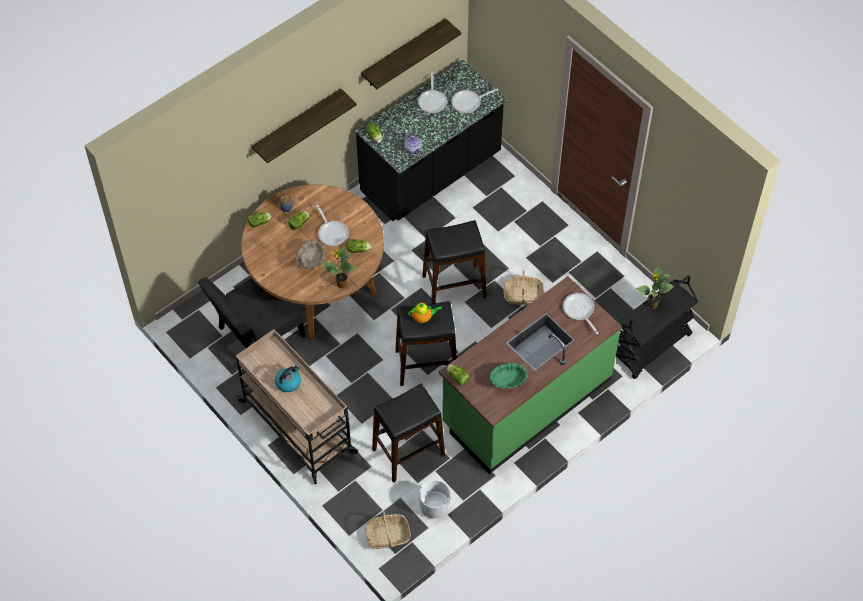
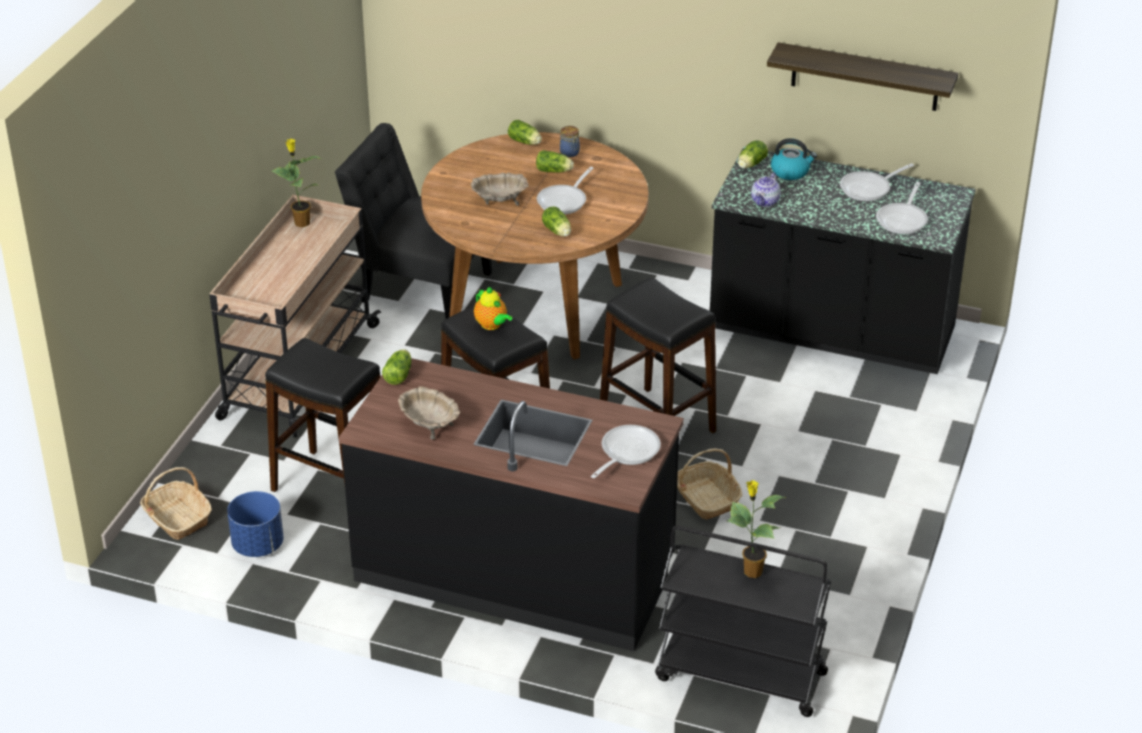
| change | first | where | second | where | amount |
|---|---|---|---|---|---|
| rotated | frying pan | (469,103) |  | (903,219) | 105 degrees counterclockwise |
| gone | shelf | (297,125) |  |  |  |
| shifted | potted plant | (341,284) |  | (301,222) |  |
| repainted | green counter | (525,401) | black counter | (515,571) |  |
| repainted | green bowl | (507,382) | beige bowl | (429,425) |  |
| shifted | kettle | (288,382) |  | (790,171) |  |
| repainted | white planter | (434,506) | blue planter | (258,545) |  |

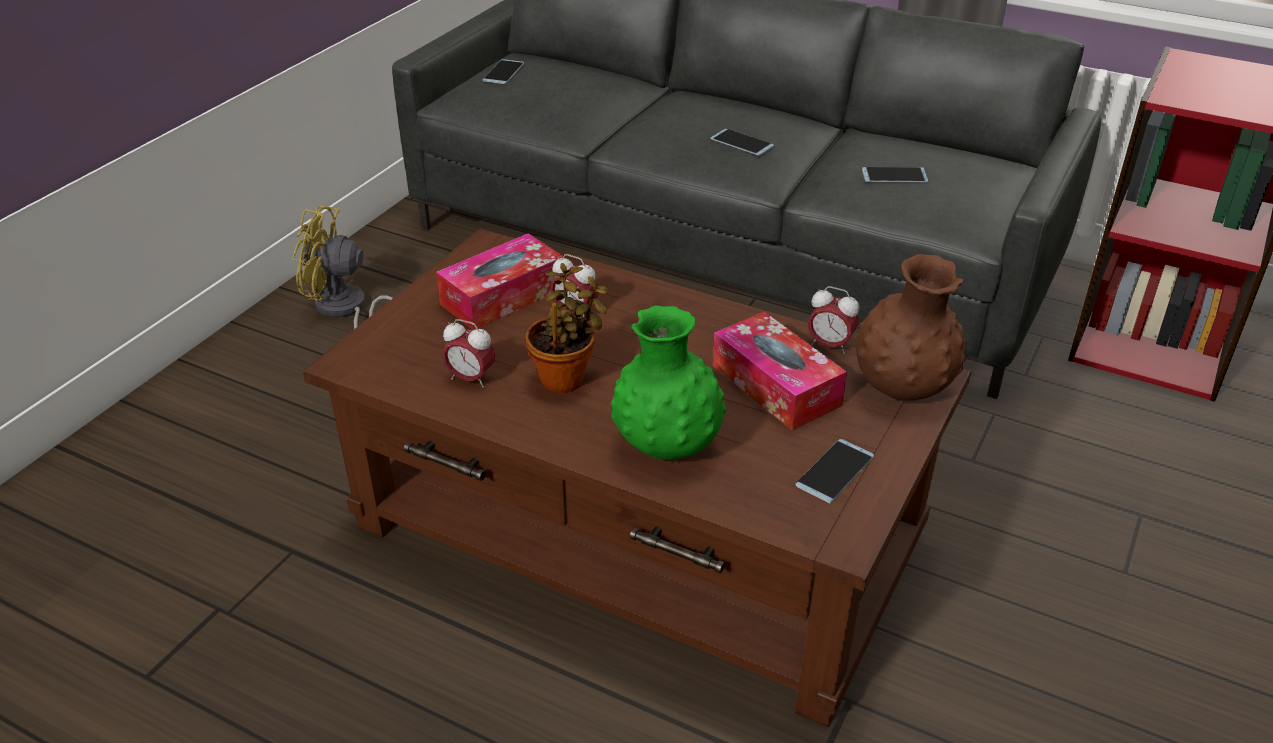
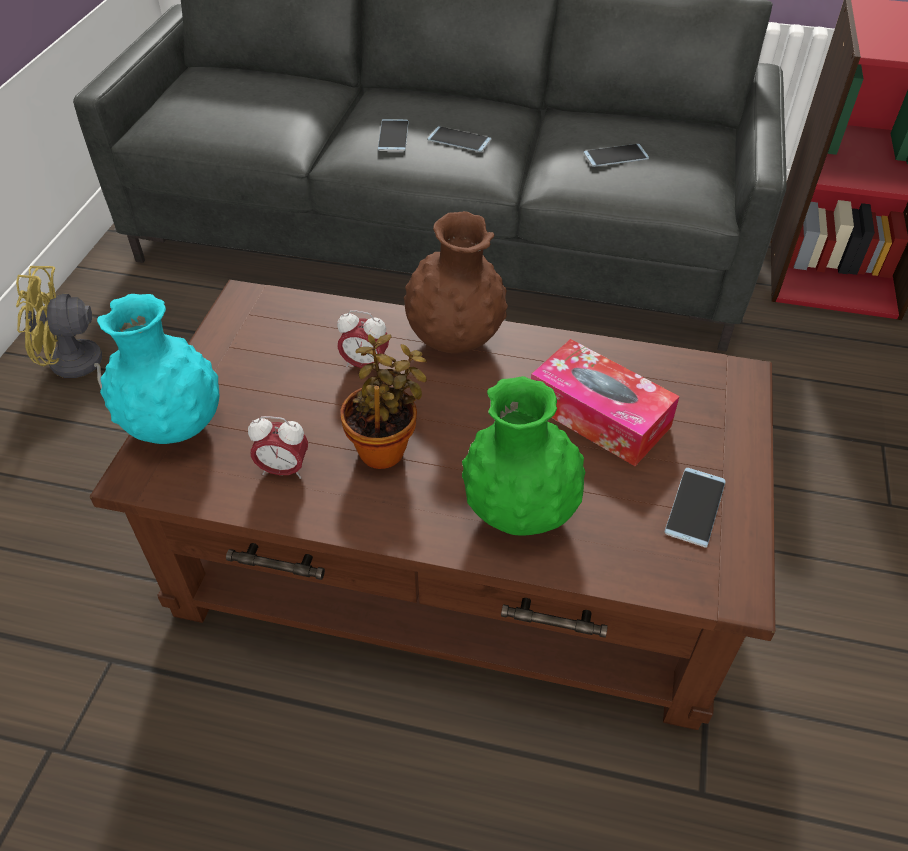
| change | first | where | second | where | amount |
|---|---|---|---|---|---|
| shifted | phone | (503,72) |  | (393,136) |  |
| gone | tissue box | (503,296) |  |  |  |
| shifted | brown vase | (903,389) |  | (455,340) |  |
| gone | alarm clock | (830,345) |  |  |  |
| new |  |  | turquoise vase | (175,427) |  |

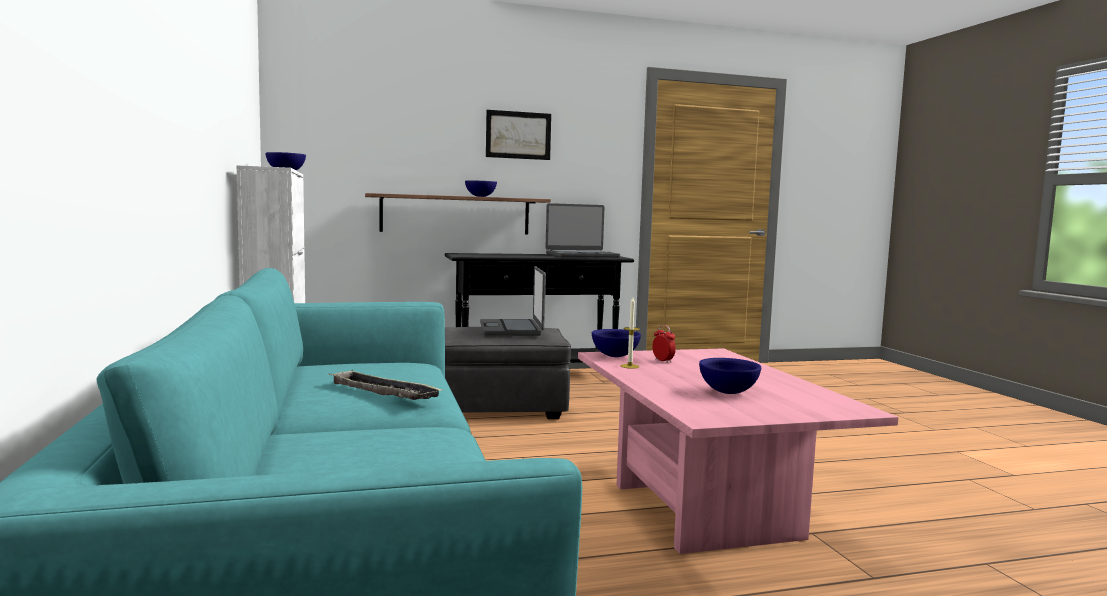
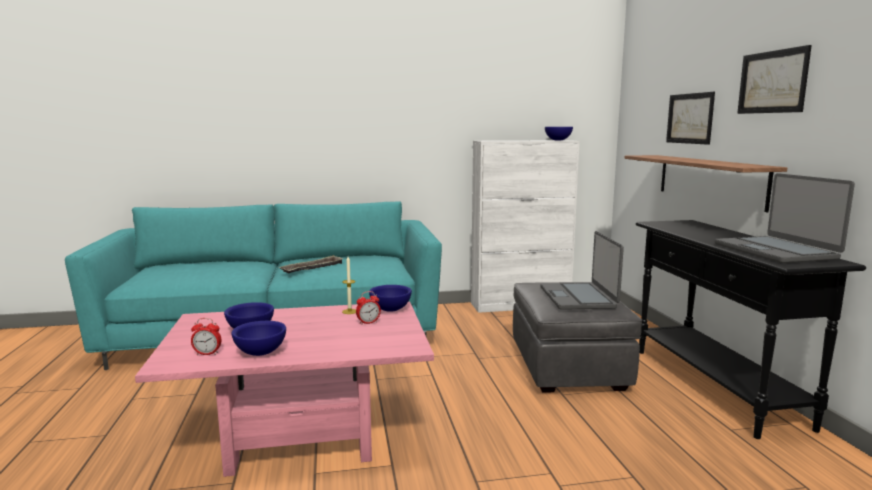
| change | first | where | second | where | amount |
|---|---|---|---|---|---|
| shifted | blue bowl | (481,196) |  | (259,353) |  |
| rotated | laptop | (511,329) |  | (578,297) | 90 degrees counterclockwise |
| new |  |  | picture | (690,118) |  |
| new |  |  | alarm clock | (207,354) |  |

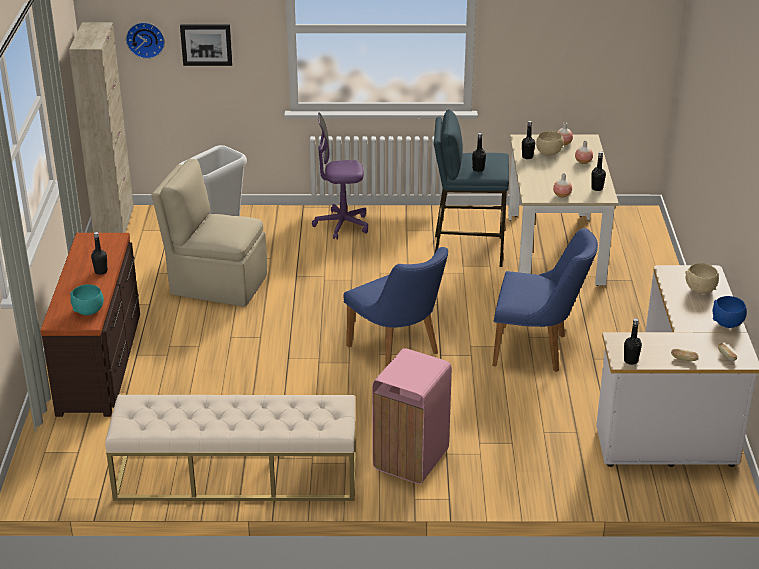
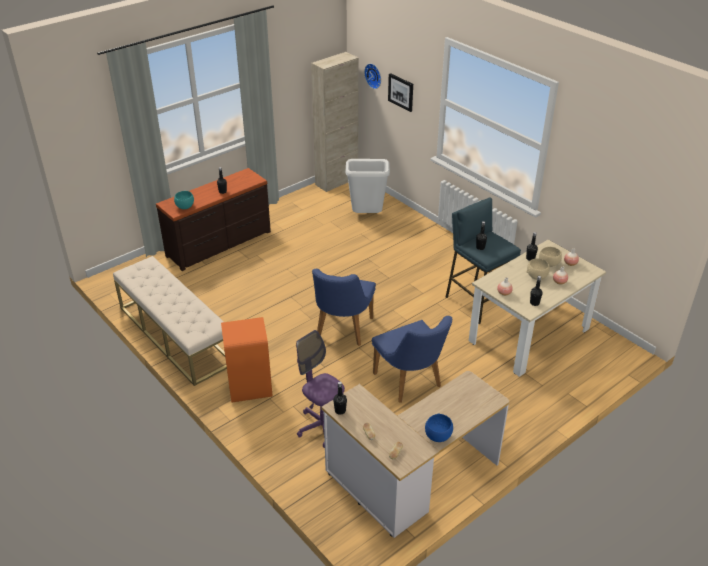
| change | first | where | second | where | amount |
|---|---|---|---|---|---|
| shifted | purple office chair | (342,225) |  | (322,427) |  |
| gone | beige chair | (216,284) |  |  |  |
| shifted | beige bowl | (701,289) |  | (537,276) |  |
| repainted | pink trash can | (410,459) | orange trash can | (249,387) |  |

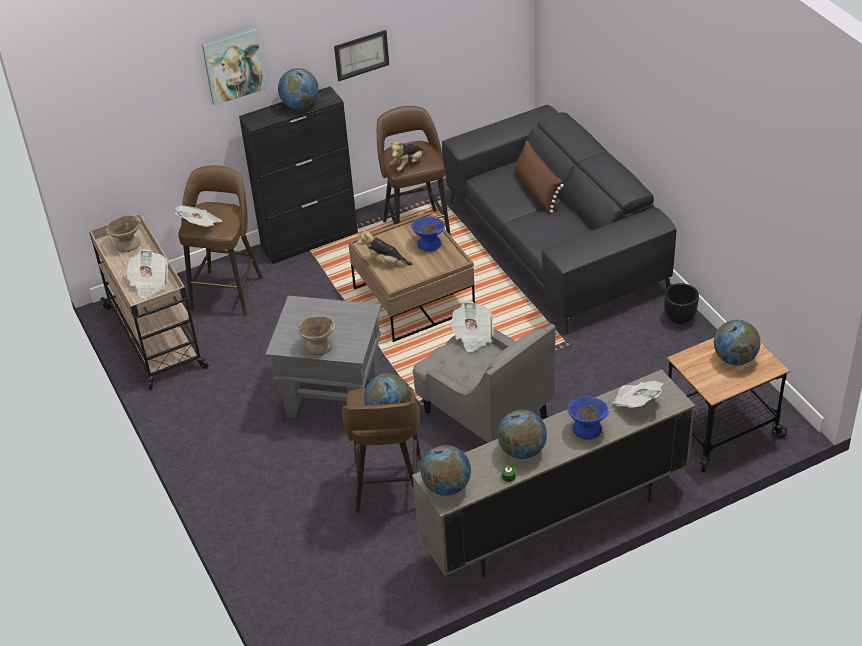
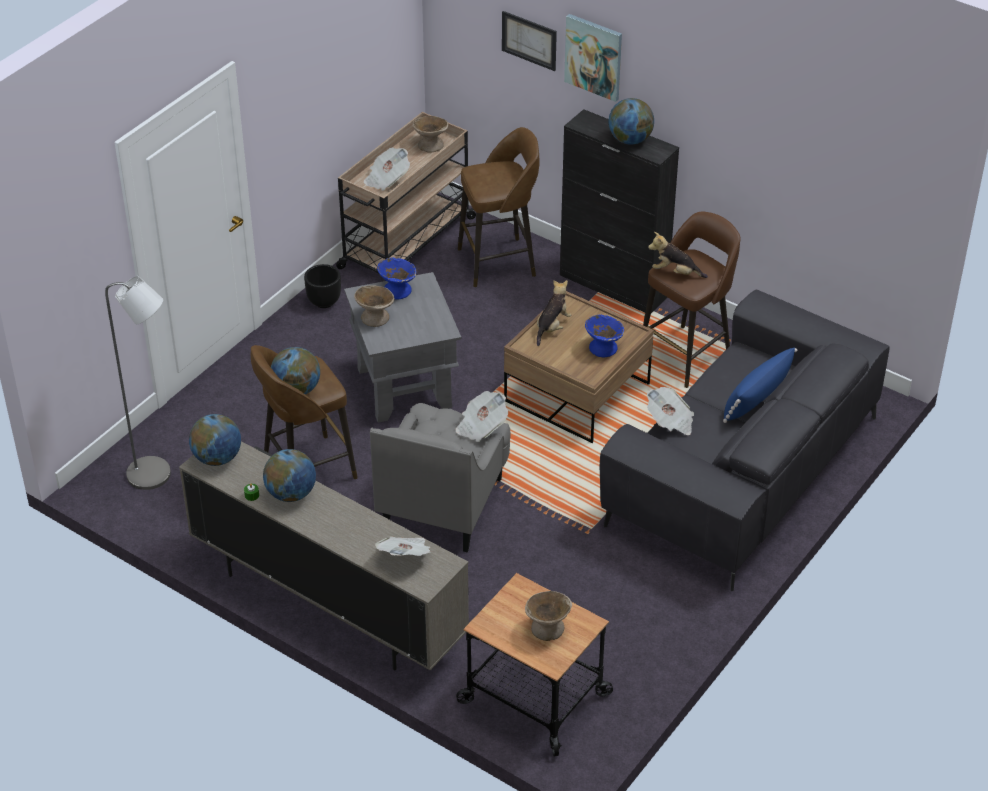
| change | first | where | second | where | amount |
|---|---|---|---|---|---|
| shifted | picture | (361,55) |  | (529,40) |  |
| repainted | brown pillow | (537,190) | blue pillow | (756,399) |  |
| shifted | newspaper | (200,225) |  | (670,421) |  |
| rotated | plush toy | (384,262) |  | (552,327) | 45 degrees clockwise |
| shifted | black planter | (680,318) |  | (324,302) |  |
| swapped | globe | (734,358) | beige bowl | (547,628) |  |
| shifted | blue bowl | (587,429) |  | (397,290) |  |
| new |  |  | grey floor lamp | (157,476) |  |

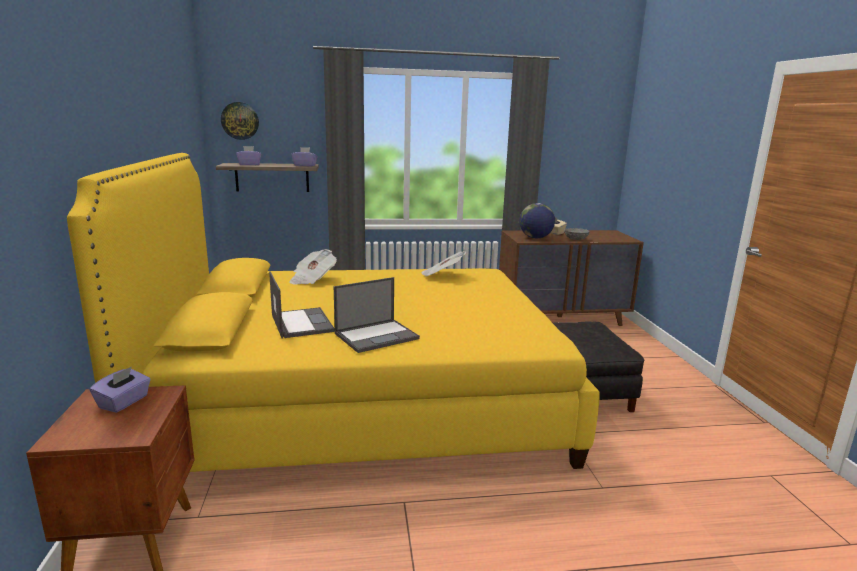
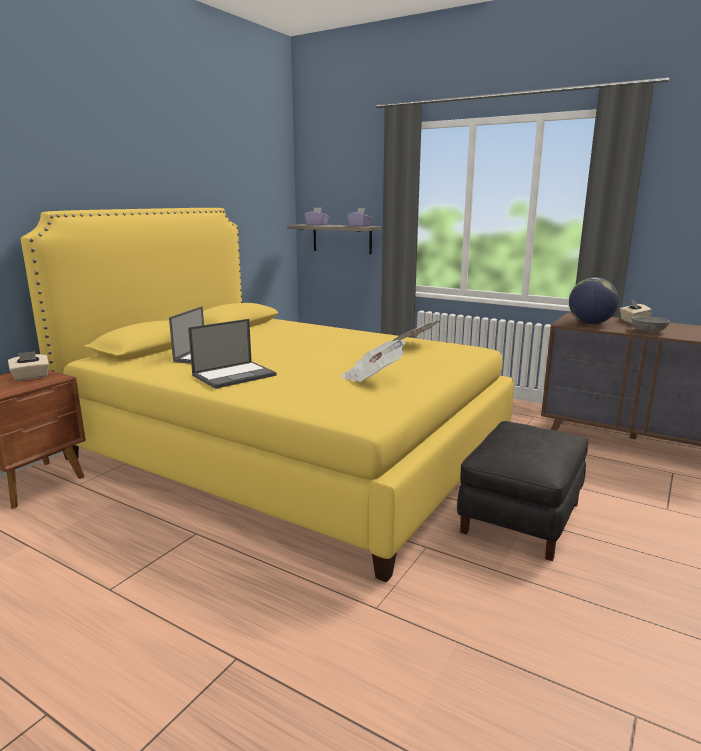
| change | first | where | second | where | amount |
|---|---|---|---|---|---|
| gone | wall clock | (240,121) |  |  |  |
| shifted | newspaper | (312,279) |  | (372,377) |  |
| rotated | laptop | (377,336) |  | (235,375) | 45 degrees counterclockwise |
| repainted | purple tissue box | (124,402) | beige tissue box | (31,377) |  |

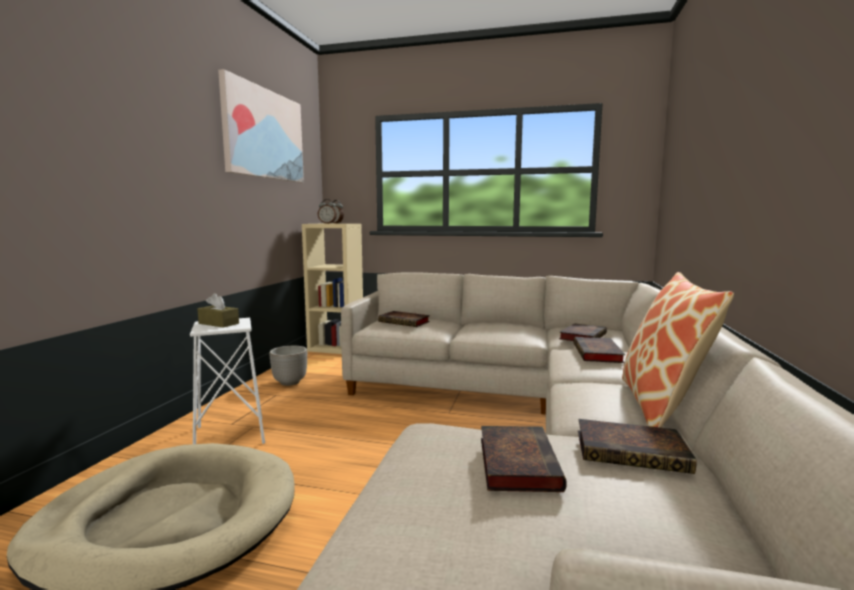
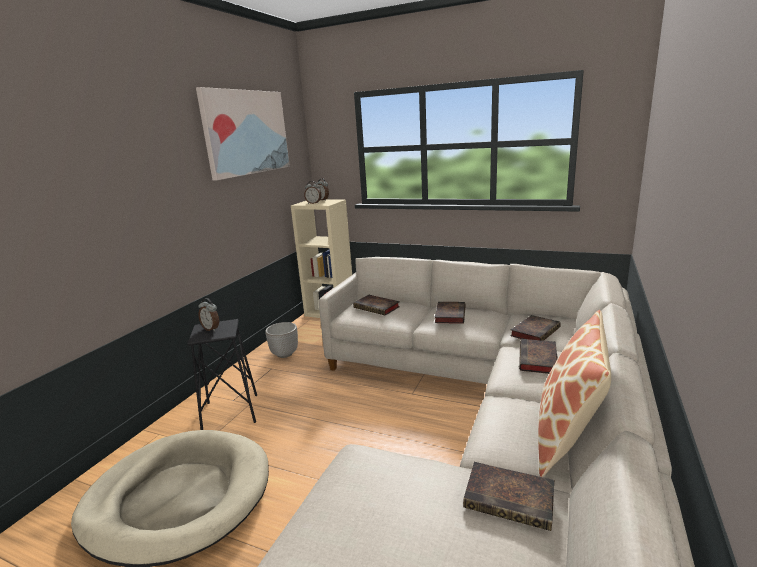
| change | first | where | second | where | amount |
|---|---|---|---|---|---|
| swapped | brown tissue box | (218,323) | alarm clock | (211,329) |  |
| repainted | white stool | (230,435) | black stool | (230,412) |  |
| shifted | book | (516,462) |  | (450,315) |  |

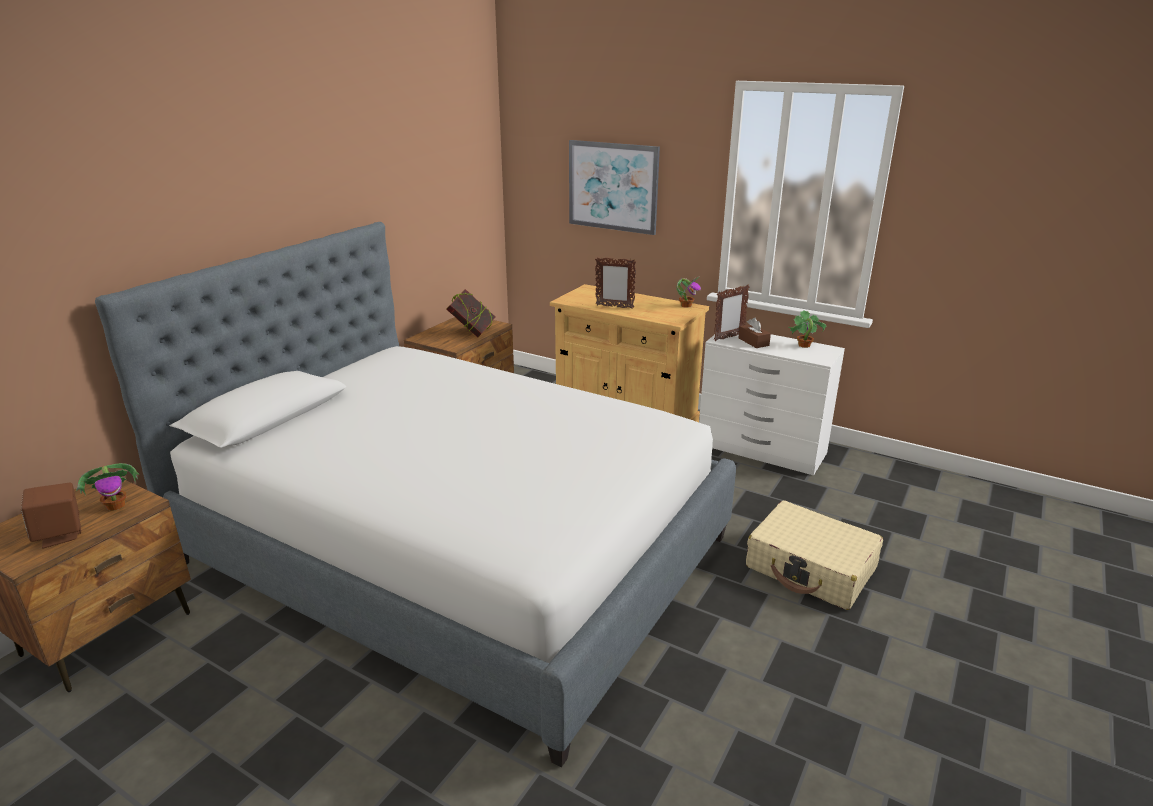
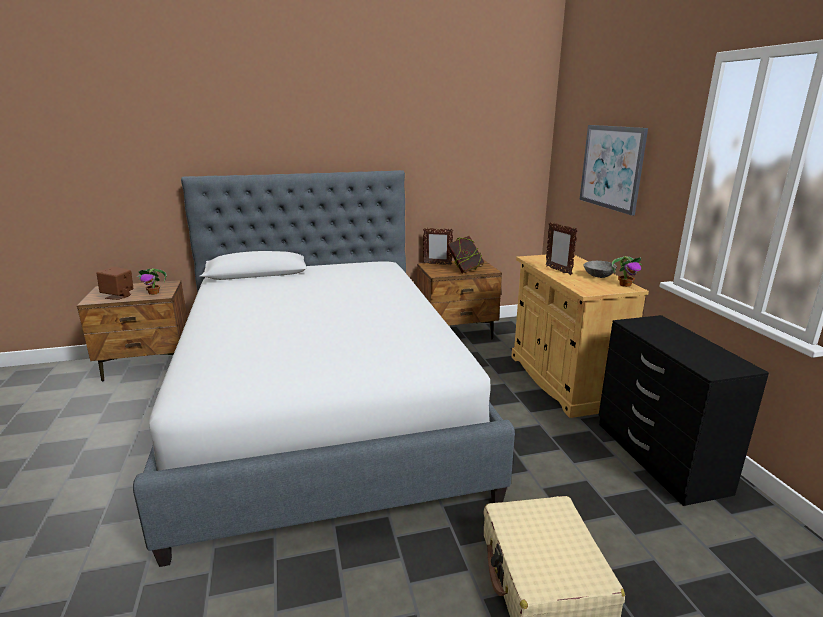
| change | first | where | second | where | amount |
|---|---|---|---|---|---|
| shifted | picture frame | (728,337) |  | (437,264) |  |
| gone | potted plant | (803,345) |  |  |  |
| gone | brown tissue box | (753,342) |  |  |  |
| repainted | white dresser | (761,449) | black dresser | (658,457) |  |
| new |  |  | grey bowl | (599,276) |  |

